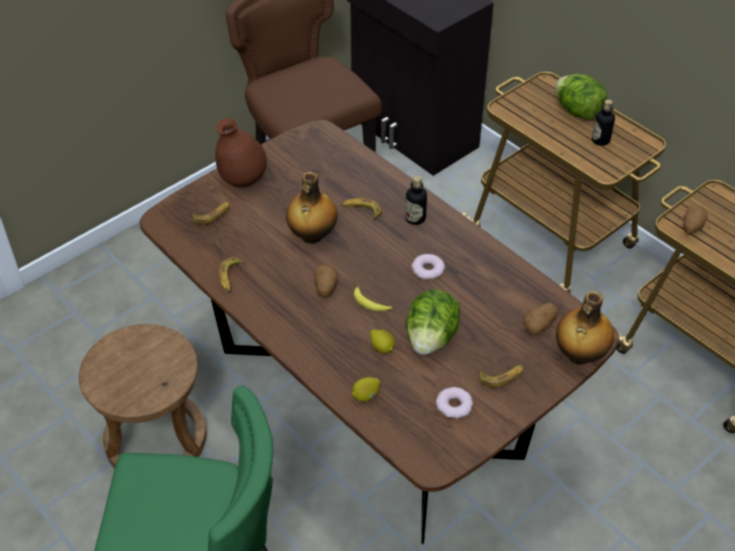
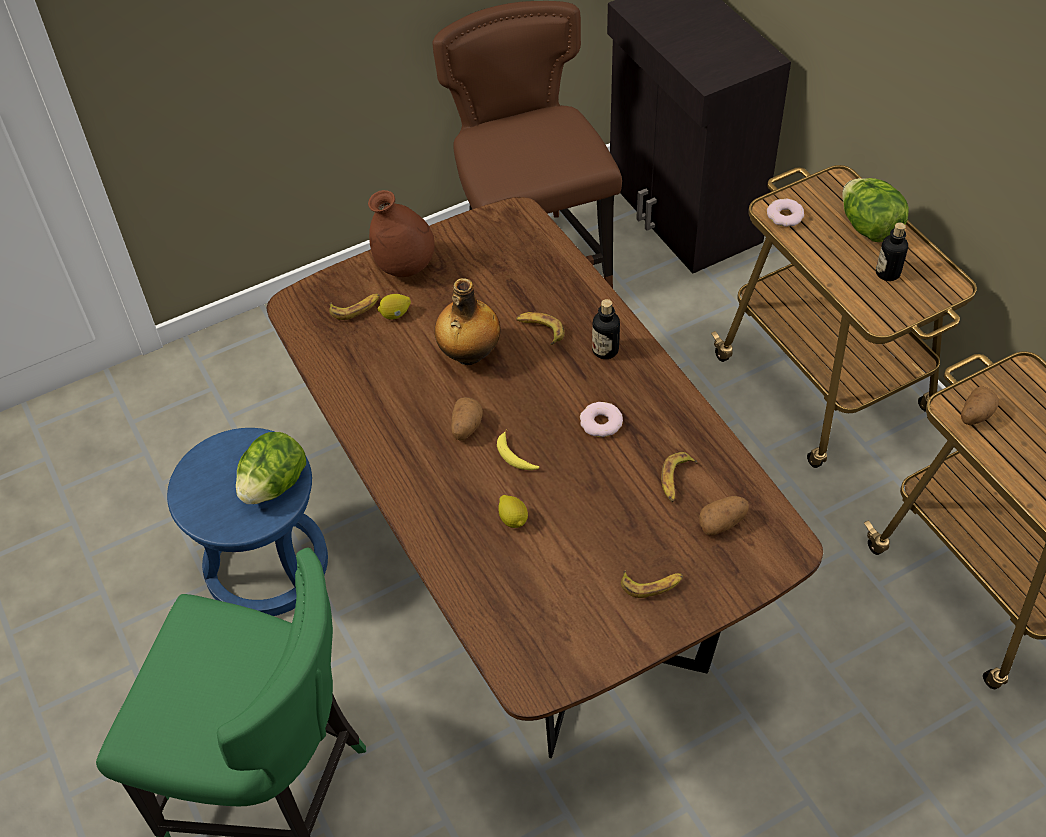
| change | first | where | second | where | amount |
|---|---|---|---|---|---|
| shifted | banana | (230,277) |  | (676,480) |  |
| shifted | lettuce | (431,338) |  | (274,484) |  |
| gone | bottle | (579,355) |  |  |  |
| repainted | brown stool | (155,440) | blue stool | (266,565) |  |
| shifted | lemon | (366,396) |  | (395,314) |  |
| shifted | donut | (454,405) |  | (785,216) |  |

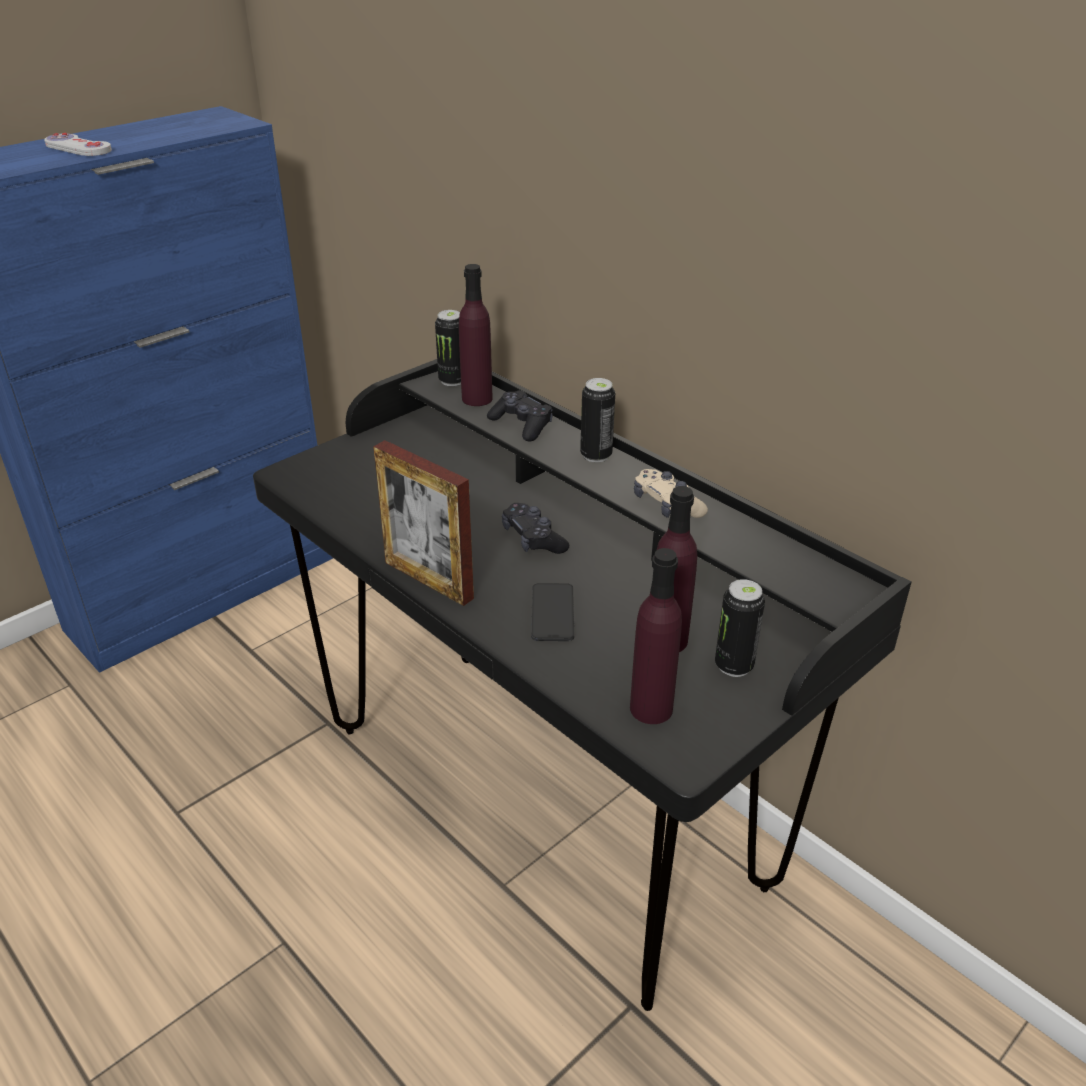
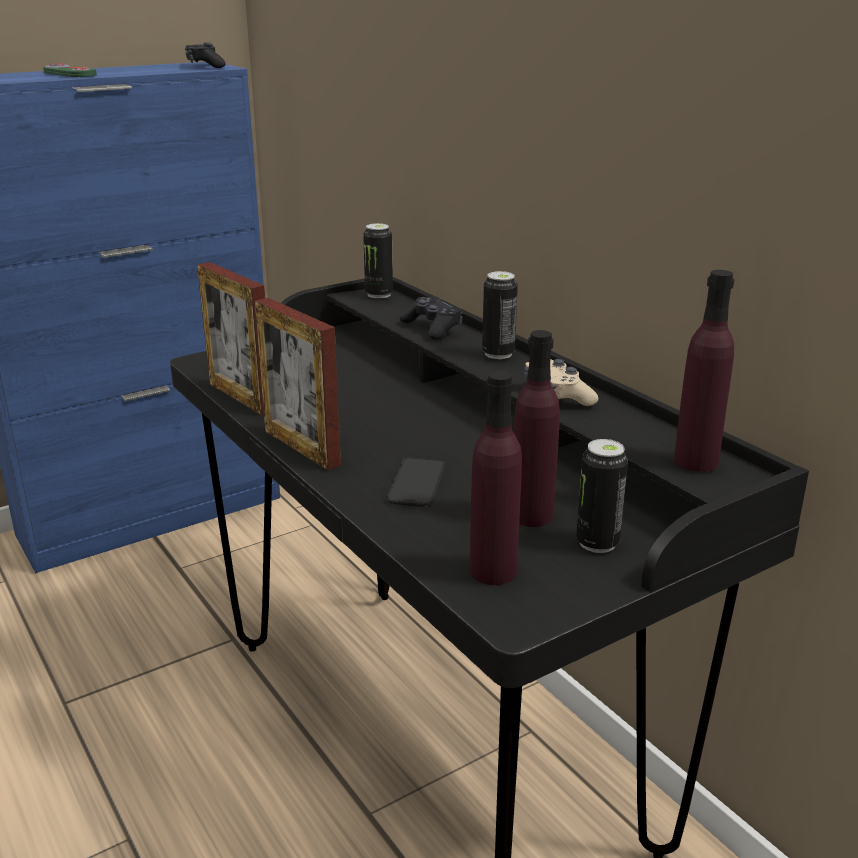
| change | first | where | second | where | amount |
|---|---|---|---|---|---|
| repainted | white game controller | (78,148) | green game controller | (69,74) |  |
| shifted | purple bottle | (477,398) |  | (696,461) |  |
| shifted | black game controller | (533,539) |  | (205,66) |  |
| new |  |  | picture frame | (240,397) |  |

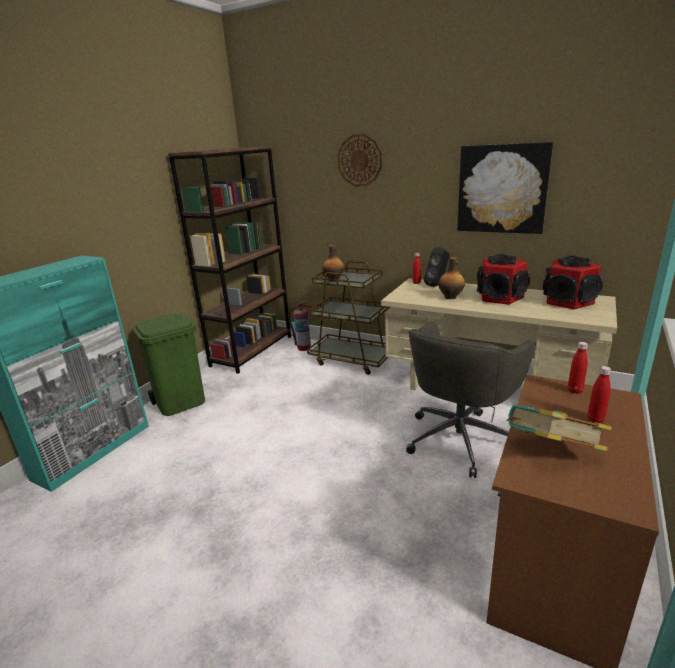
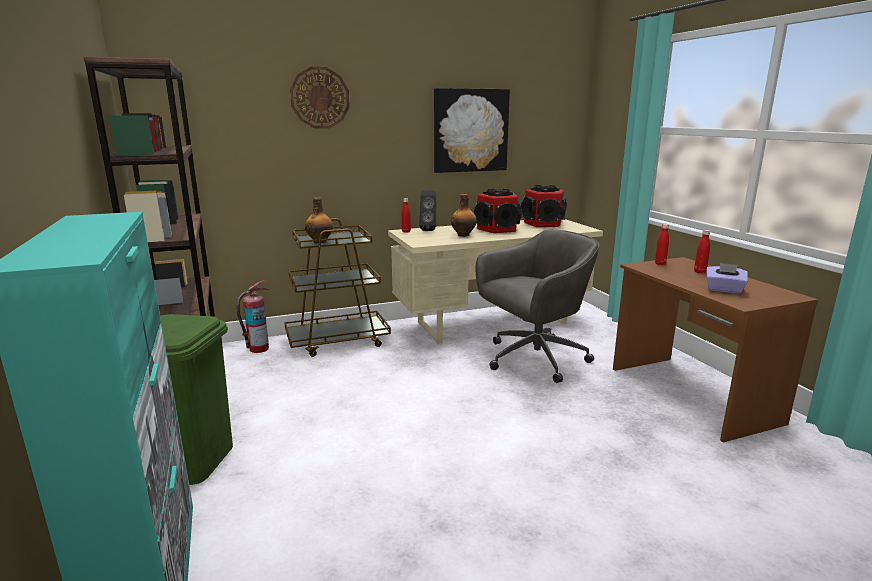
| change | first | where | second | where | amount |
|---|---|---|---|---|---|
| rotated | grey office chair | (460,438) |  | (533,359) | 105 degrees counterclockwise |
| swapped | book | (551,452) | purple tissue box | (724,290) |  |

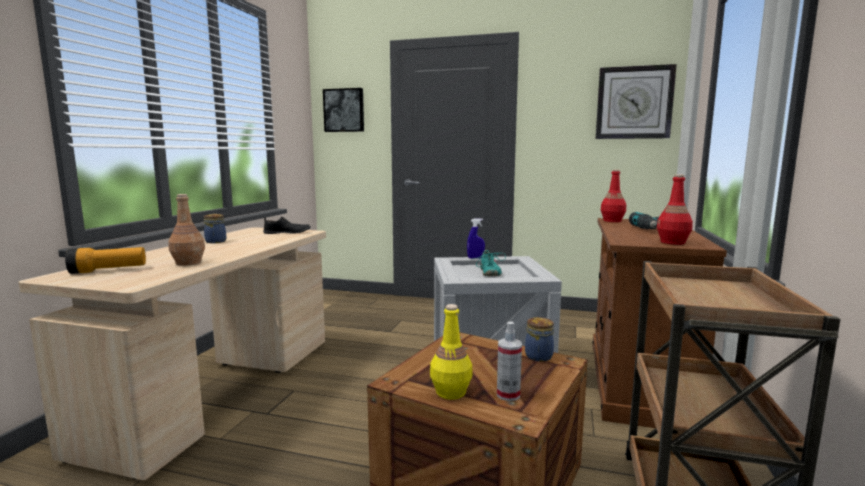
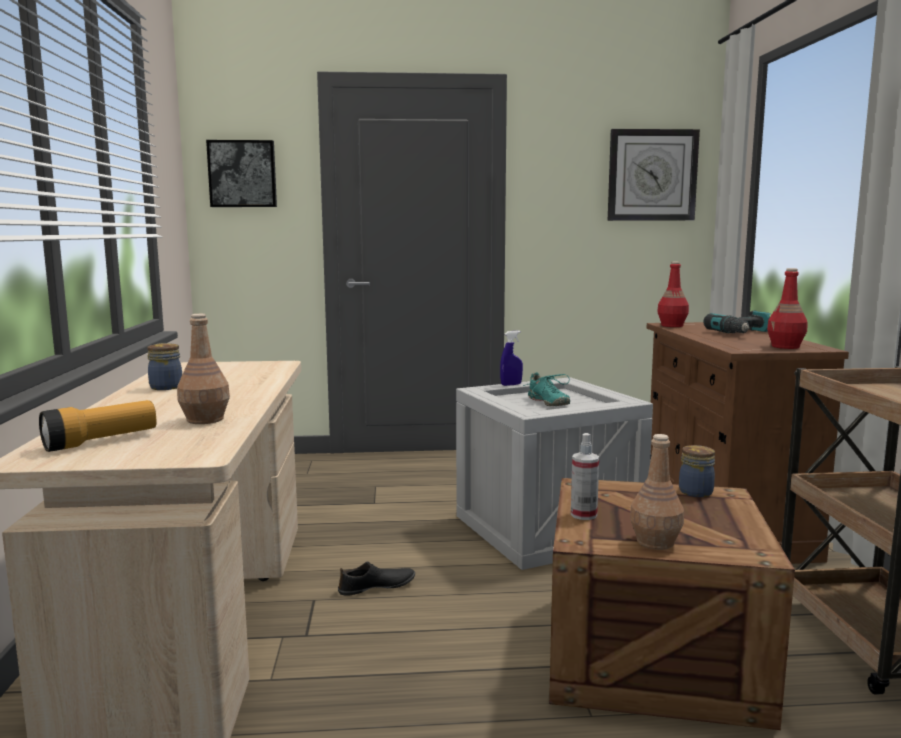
| change | first | where | second | where | amount |
|---|---|---|---|---|---|
| shifted | black shoe | (287,233) |  | (377,587) |  |
| repainted | yellow bottle | (450,392) | brown bottle | (654,542) |  |
| shifted | spray bottle | (508,395) |  | (583,515) |  |

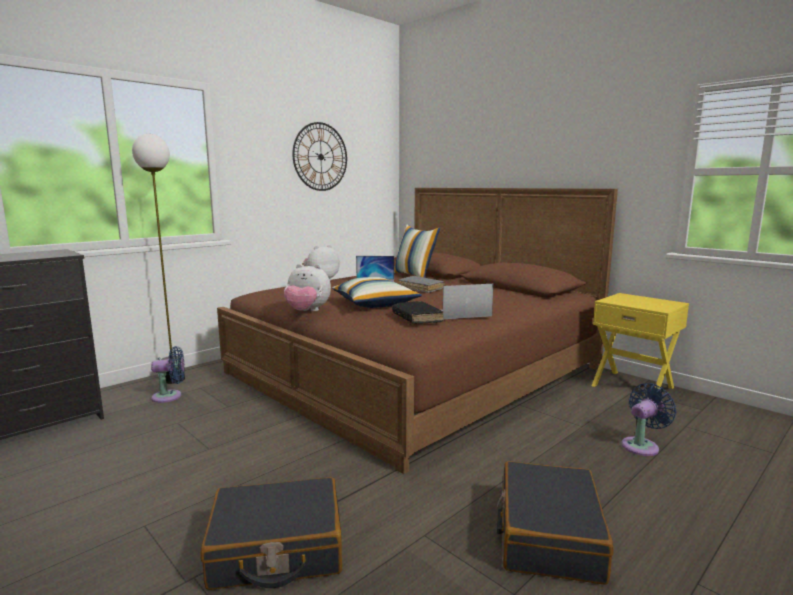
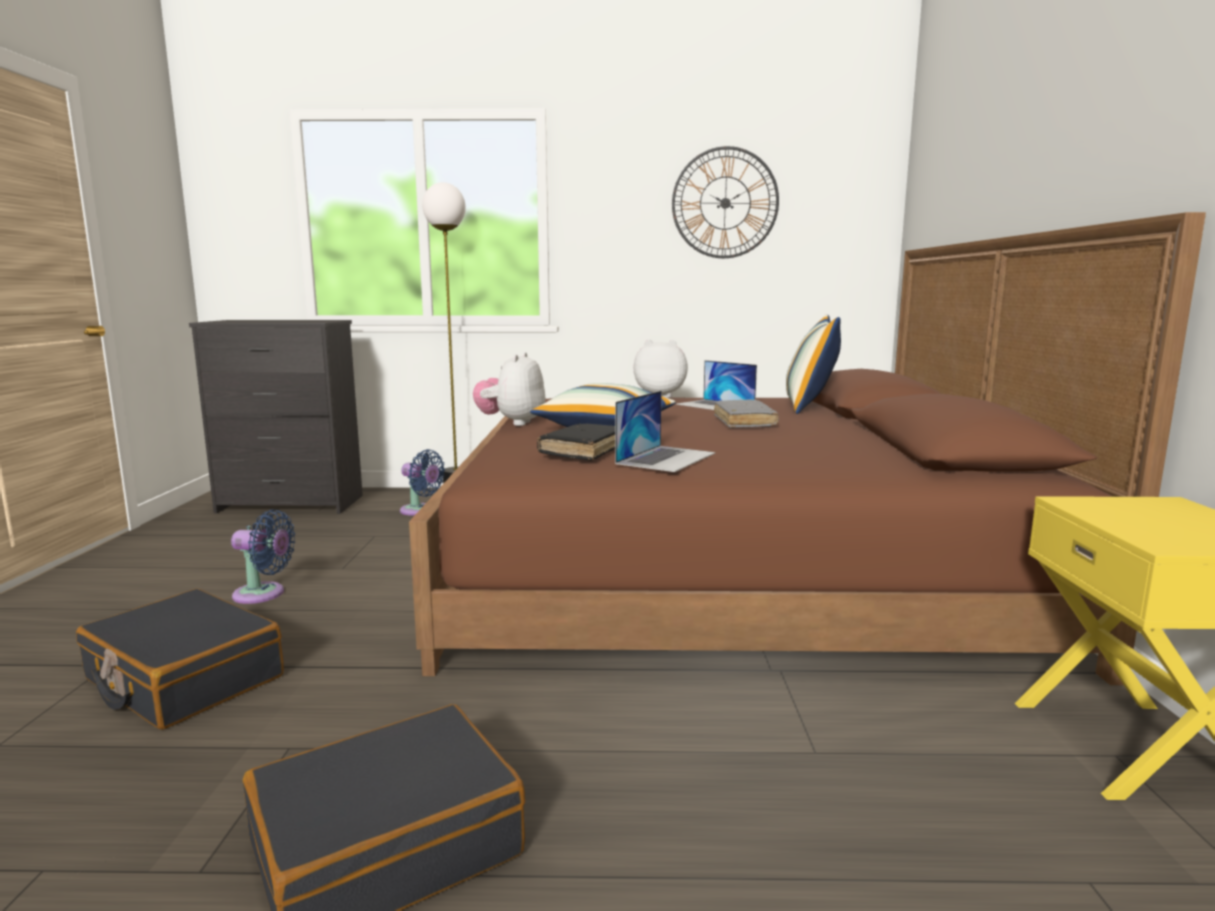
| change | first | where | second | where | amount |
|---|---|---|---|---|---|
| rotated | plush toy | (307,311) |  | (512,423) | 45 degrees clockwise |
| rotated | laptop | (461,313) |  | (666,458) | 90 degrees clockwise |
| shifted | blue fan | (642,446) |  | (263,594) |  |

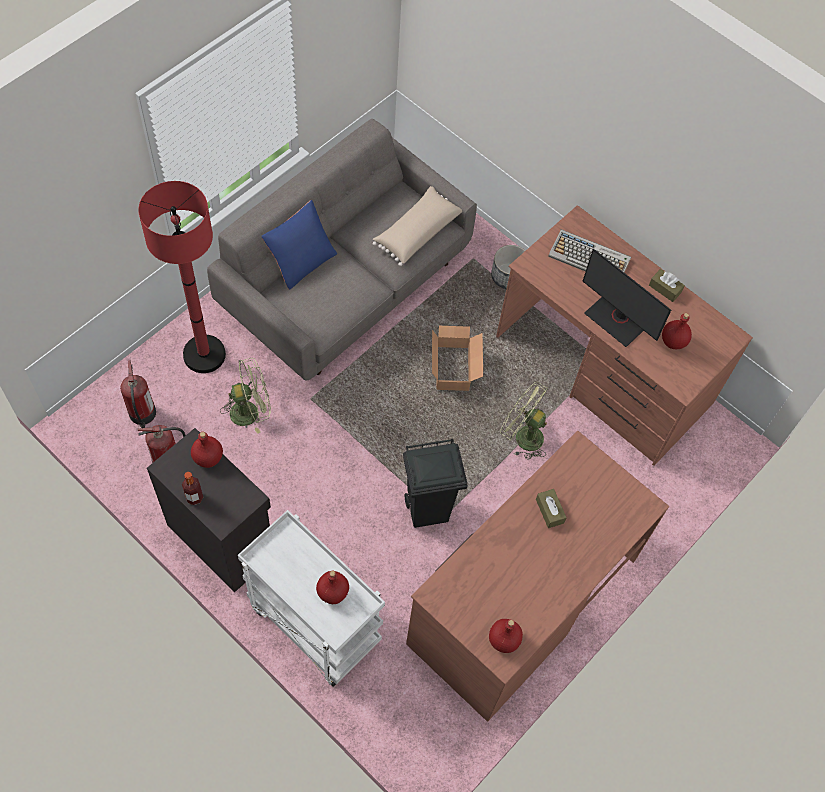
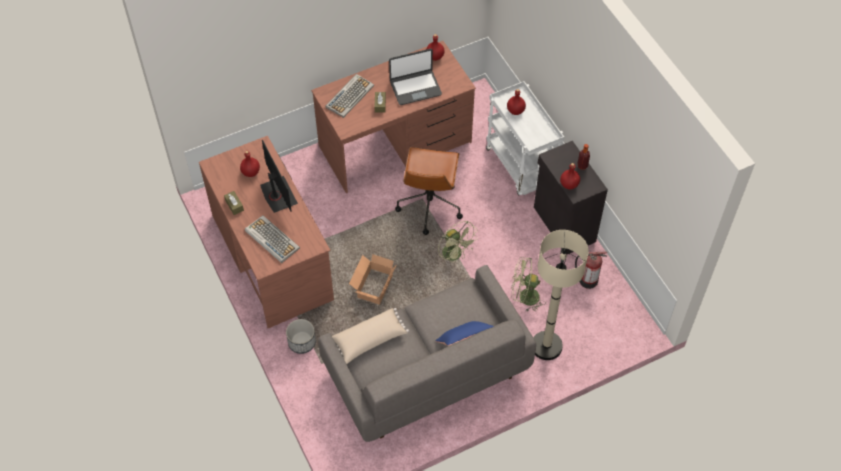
| change | first | where | second | where | amount |
|---|---|---|---|---|---|
| repainted | red floor lamp | (204,355) | beige floor lamp | (546,346) |  |
| gone | fire extinguisher | (142,414) |  |  |  |
| shifted | green fan | (522,436) |  | (455,255) |  |
| swapped | black trash can | (428,510) | brown office chair | (429,205) |  |
| new |  |  | laptop | (415,87) |  |
| new |  |  | keyboard | (350,96) |  |

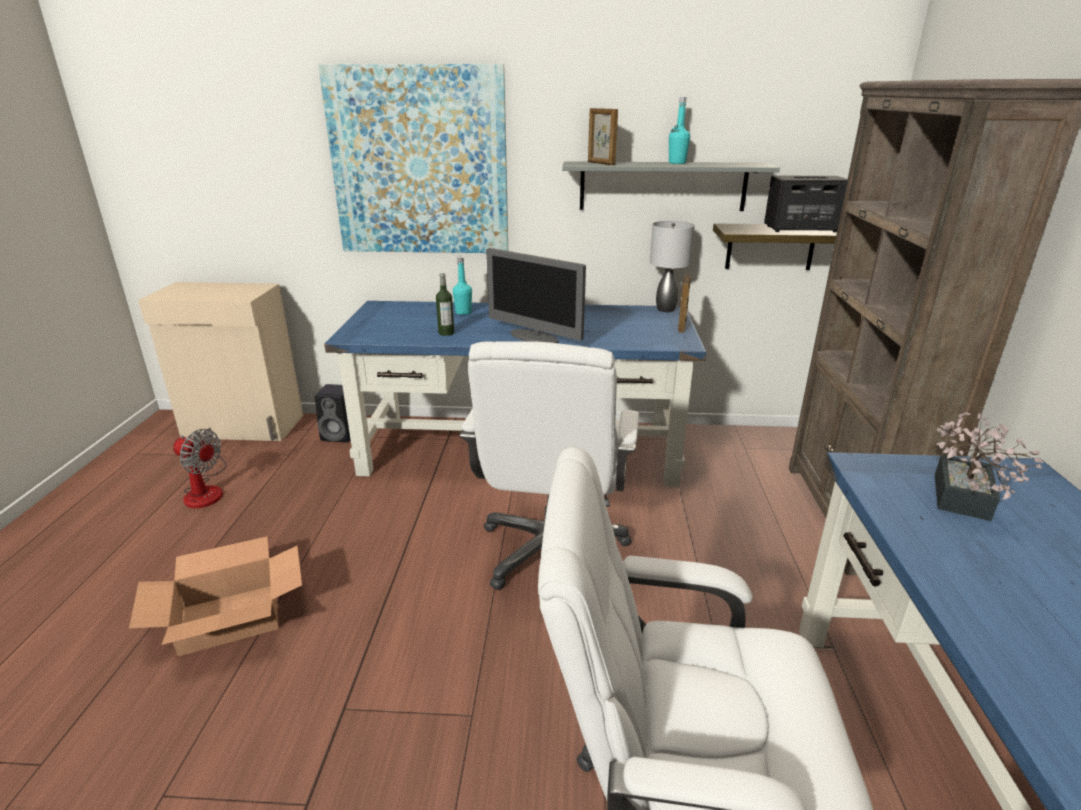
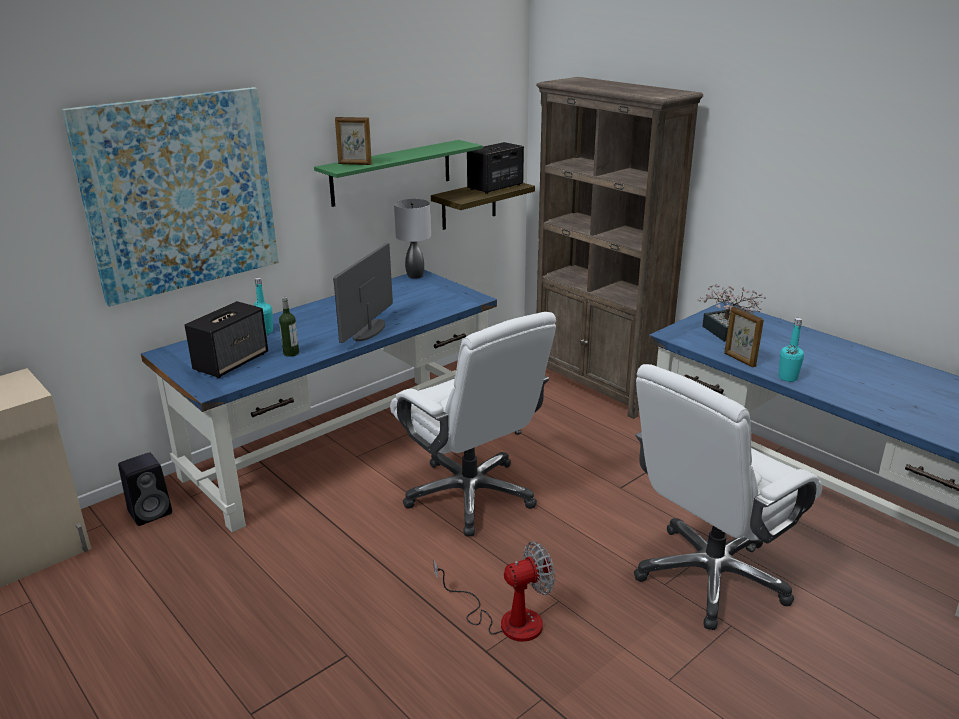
| change | first | where | second | where | amount |
|---|---|---|---|---|---|
| shifted | turquoise bottle | (677,163) |  | (787,378) |  |
| repainted | grey shelf | (662,186) | green shelf | (391,172) |  |
| rotated | monitor | (534,338) |  | (368,331) | 120 degrees clockwise |
| shifted | picture frame | (682,326) |  | (739,360) |  |
| shifted | fan | (206,490) |  | (506,620) |  |
| gone | cardboard box | (229,618) |  |  |  |
| new |  |  | speaker | (232,362) |  |

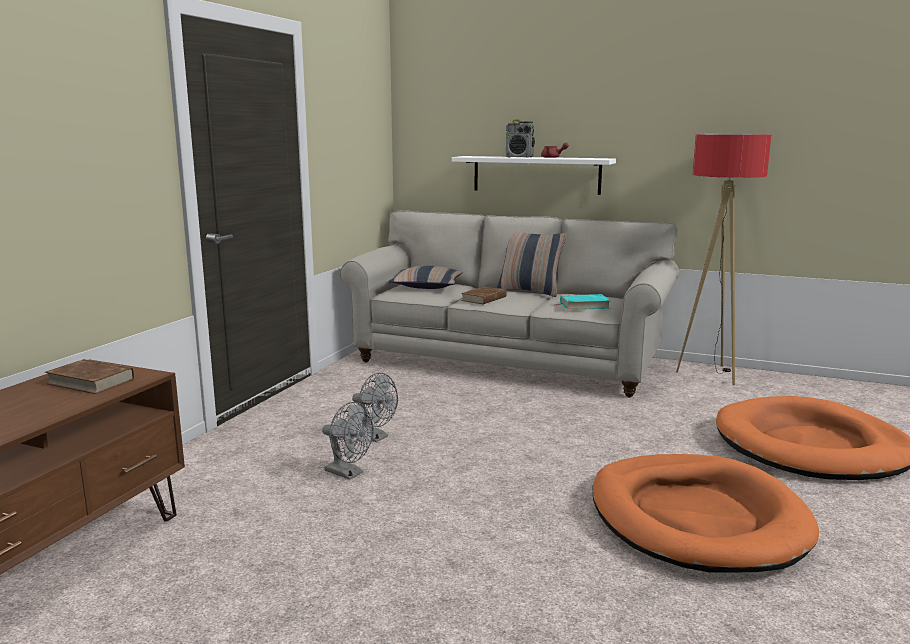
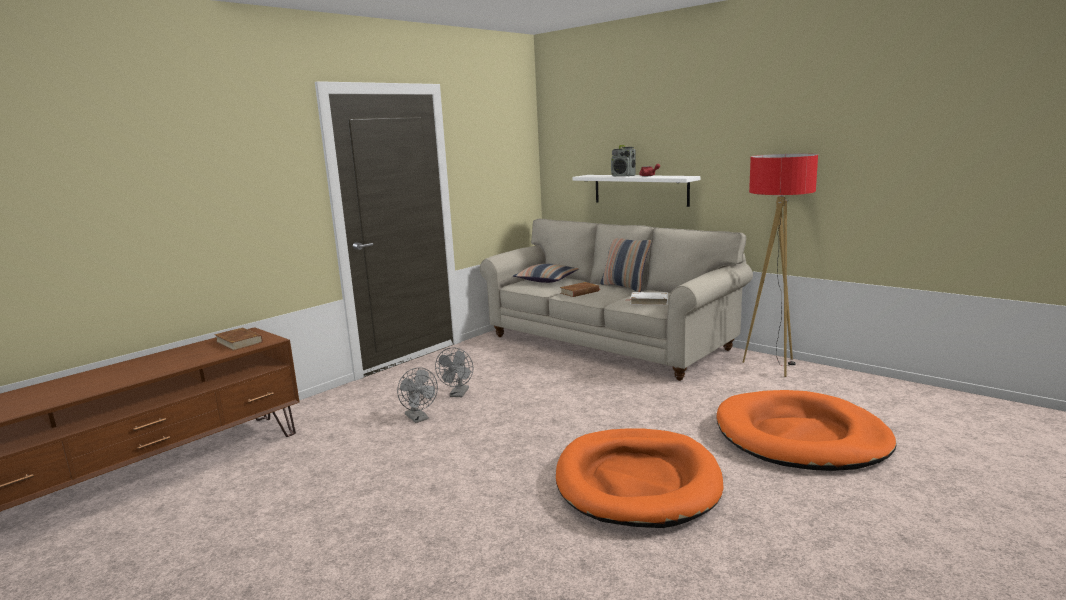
| change | first | where | second | where | amount |
|---|---|---|---|---|---|
| repainted | turquoise book | (584,305) | white book | (649,301) |  |
| rotated | grey fan | (375,437) |  | (458,394) | 45 degrees clockwise |

